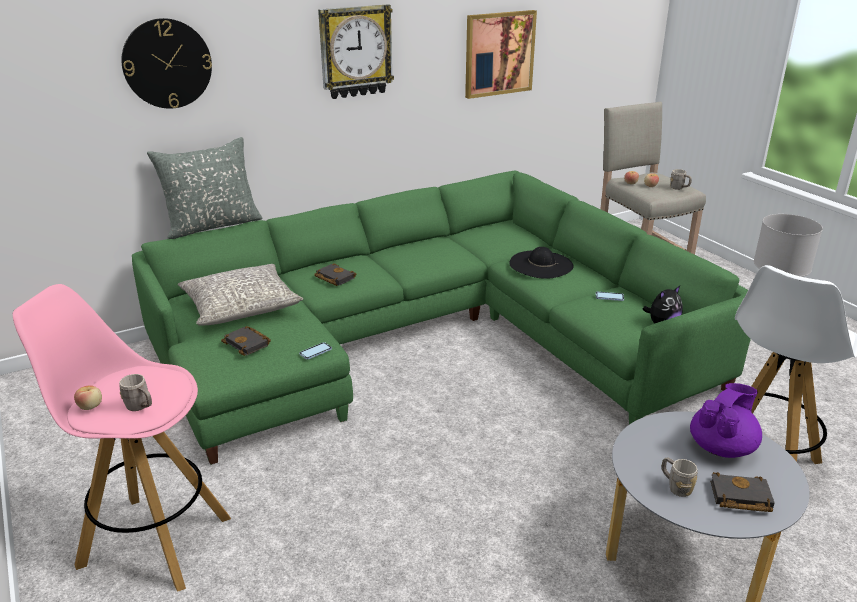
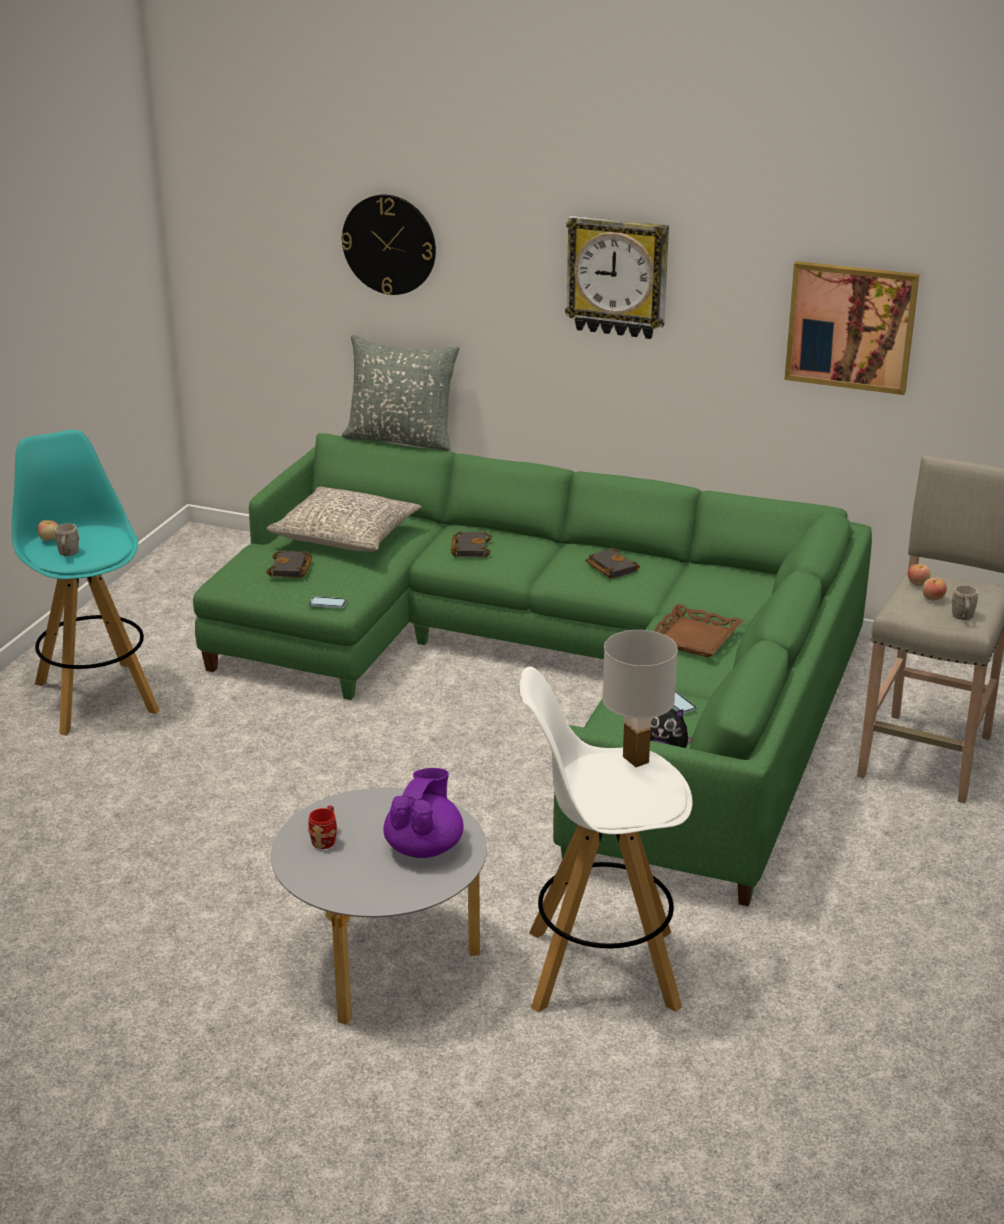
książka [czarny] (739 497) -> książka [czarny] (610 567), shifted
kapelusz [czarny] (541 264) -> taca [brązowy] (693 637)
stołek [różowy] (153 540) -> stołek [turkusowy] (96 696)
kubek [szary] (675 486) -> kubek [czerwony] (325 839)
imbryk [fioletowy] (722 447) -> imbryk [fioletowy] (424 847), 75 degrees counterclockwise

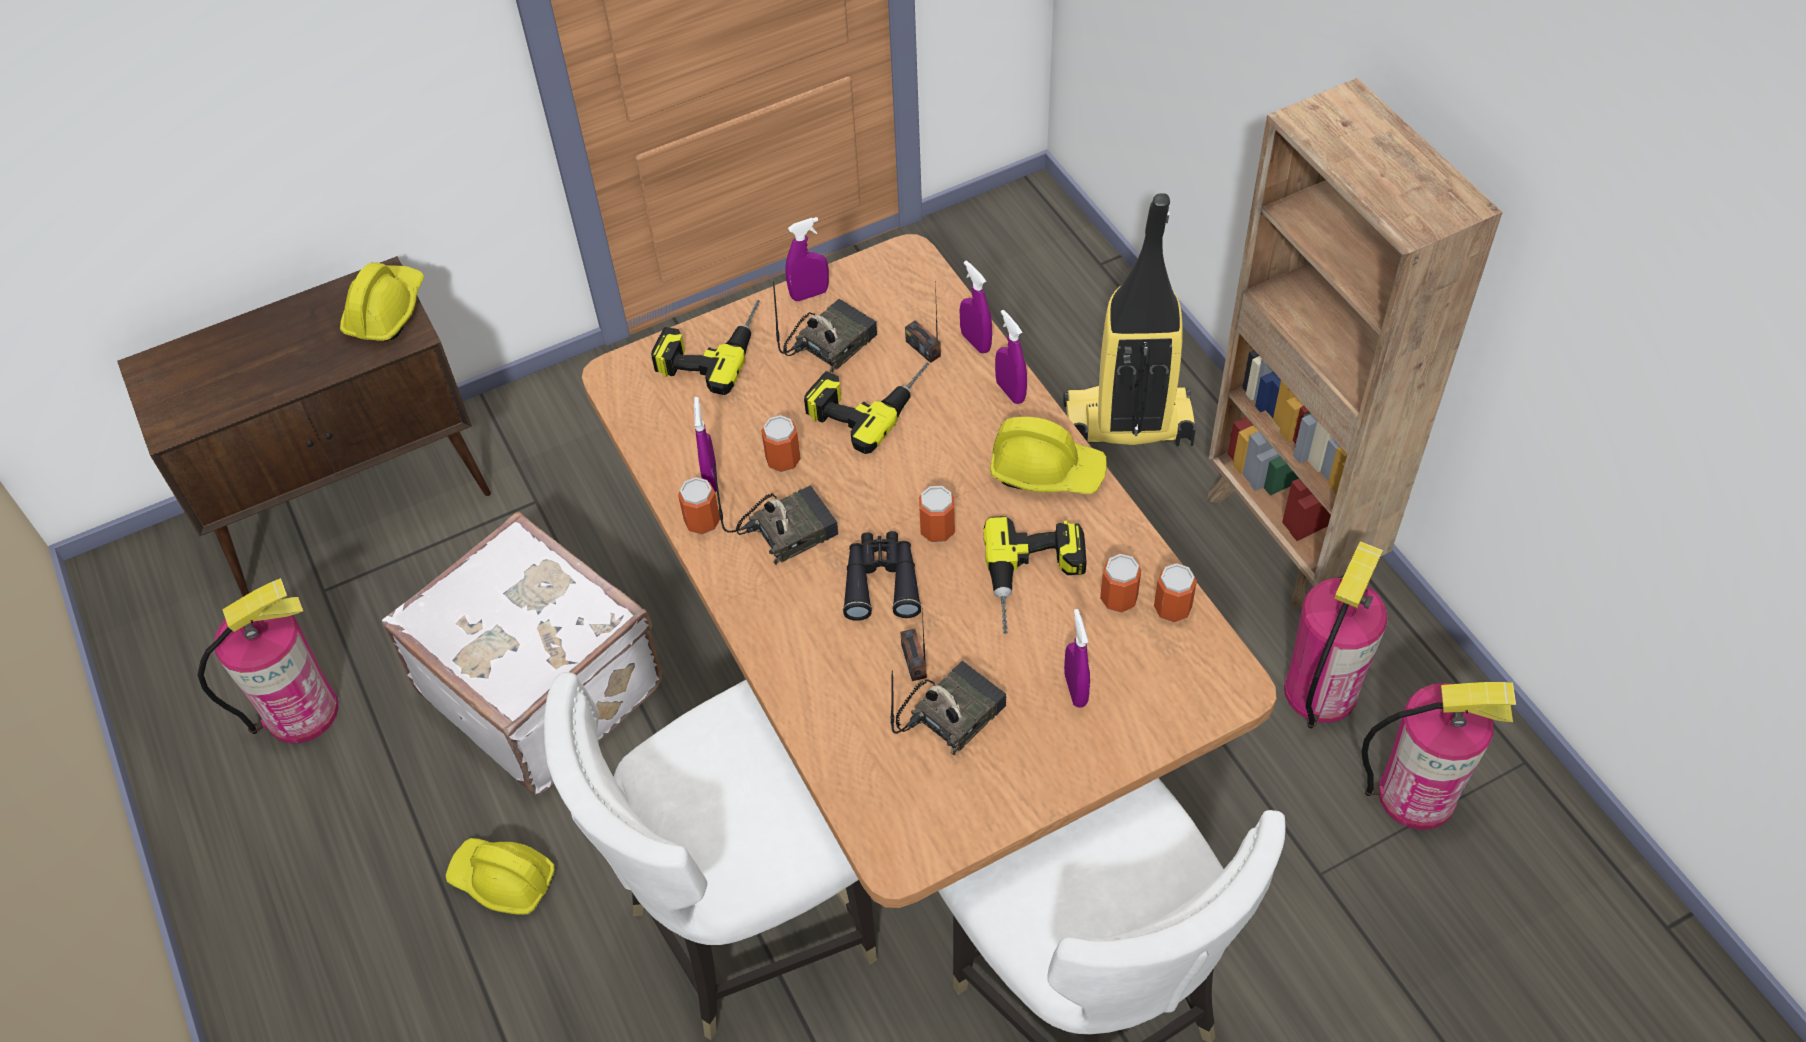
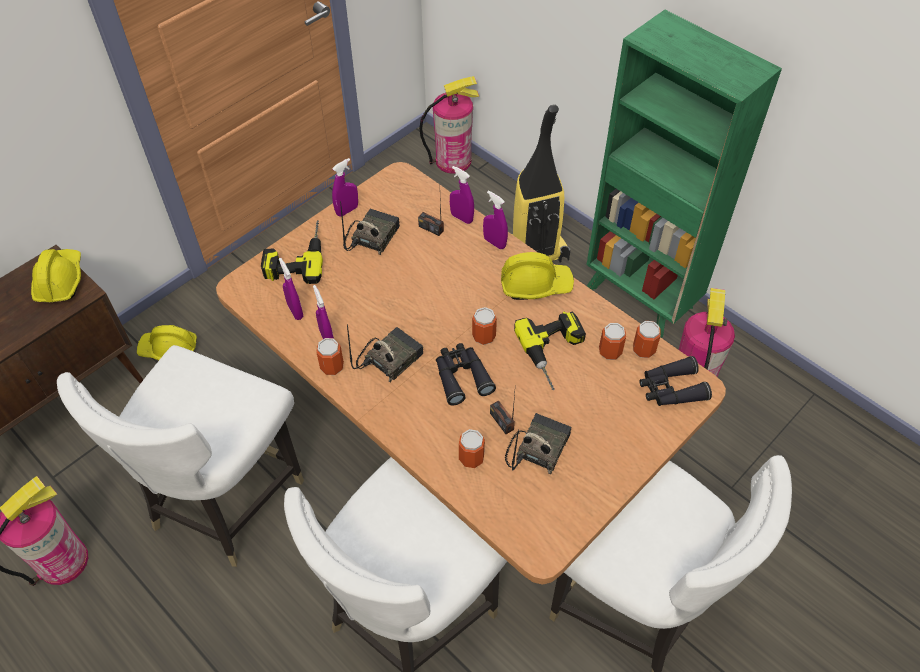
wiertarka (867 399) -> none
none -> lornetka [czarny] (670 389)
kask [żółty] (503 880) -> kask [żółty] (169 349), shifted
puszka (783 460) -> puszka (471 458), shifted
spryskiwacz [fioletowy] (1075 689) -> spryskiwacz [fioletowy] (295 311), shifted
gaśnica (1416 794) -> gaśnica (453 161), shifted
walizka [biały] (544 685) -> krzesło [biały] (224 500)
regał [brązowy] (1290 535) -> regał [zielony] (641 298)

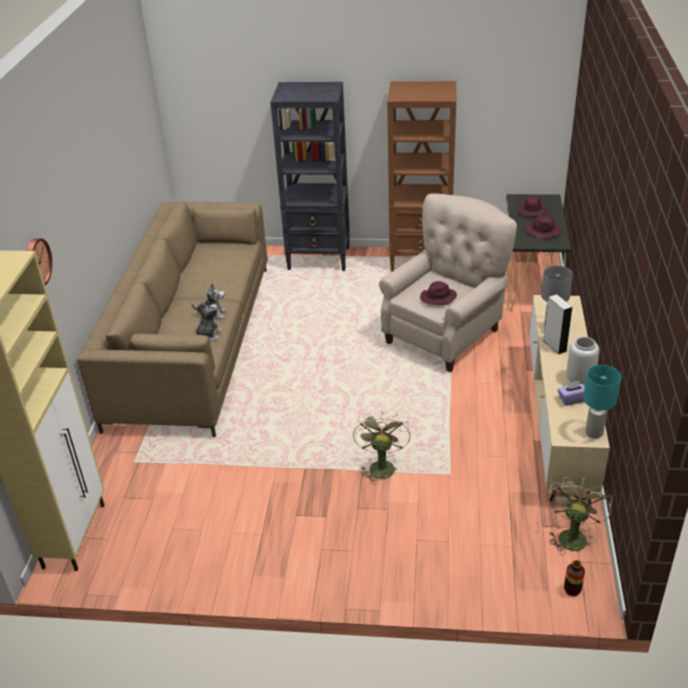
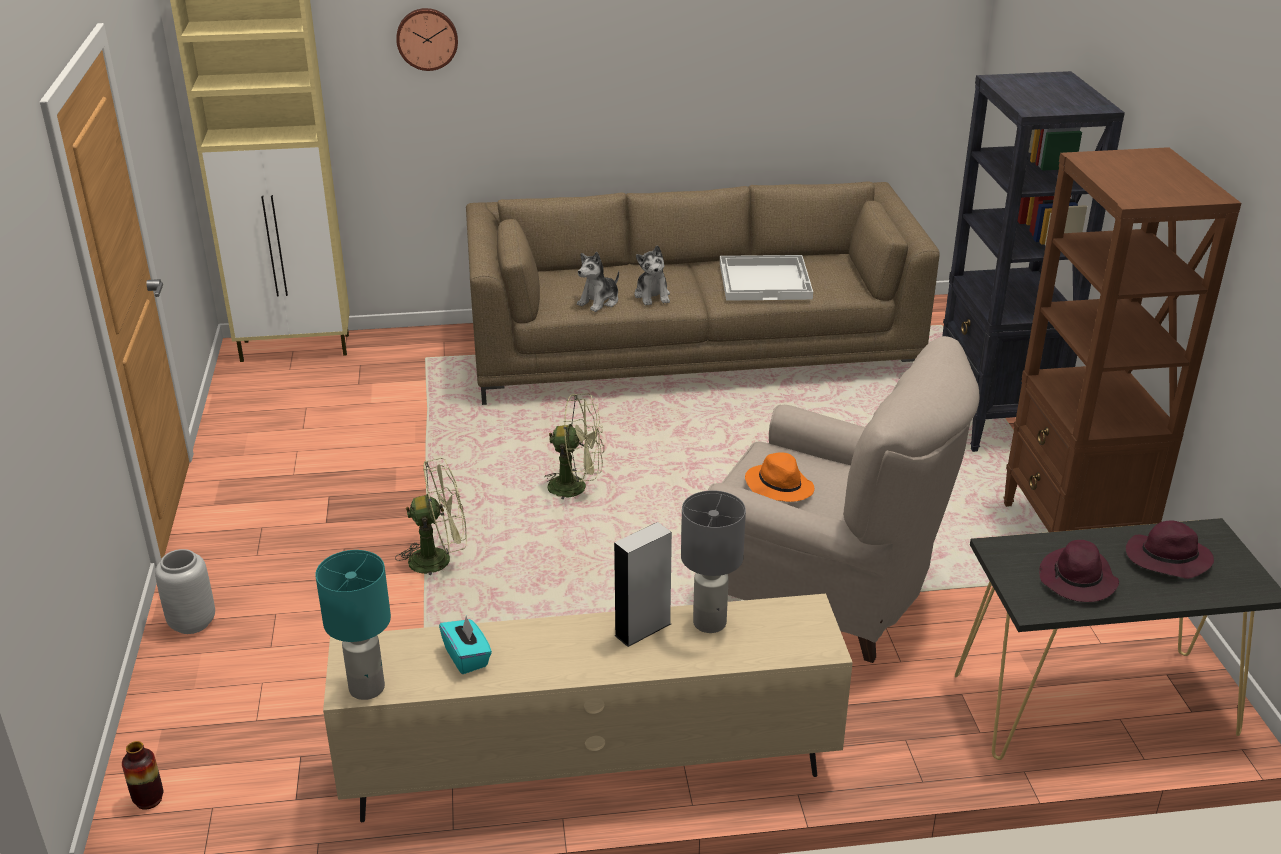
none -> taca [biały] (765 280)
wentylator [zielony] (572 535) -> wentylator [zielony] (576 487), shifted
wazon [szary] (579 380) -> wazon [szary] (192 622), shifted
kapelusz [fioletowy] (437 298) -> kapelusz [pomarańczowy] (778 486)
pudełko chusteczek [fioletowy] (572 399) -> pudełko chusteczek [turkusowy] (467 657)
pluszak (208 335) -> pluszak (599 301), 120 degrees clockwise

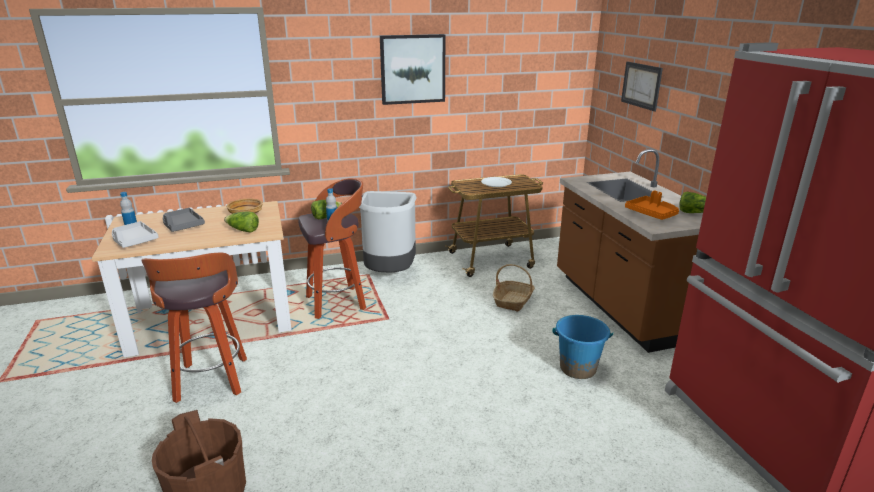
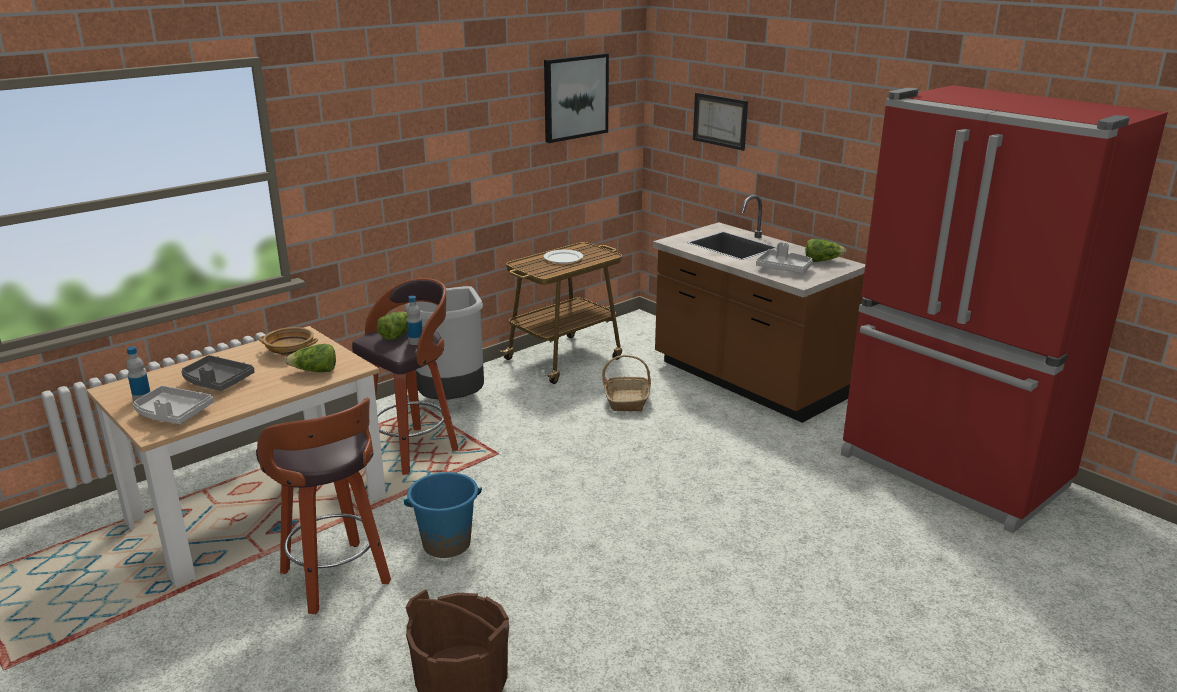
obraz (412 69) -> obraz (575 97), shifted
wiadro [niebieski] (577 368) -> wiadro [niebieski] (446 544), shifted
taca [pomarańczowy] (651 214) -> taca [szary] (784 268)

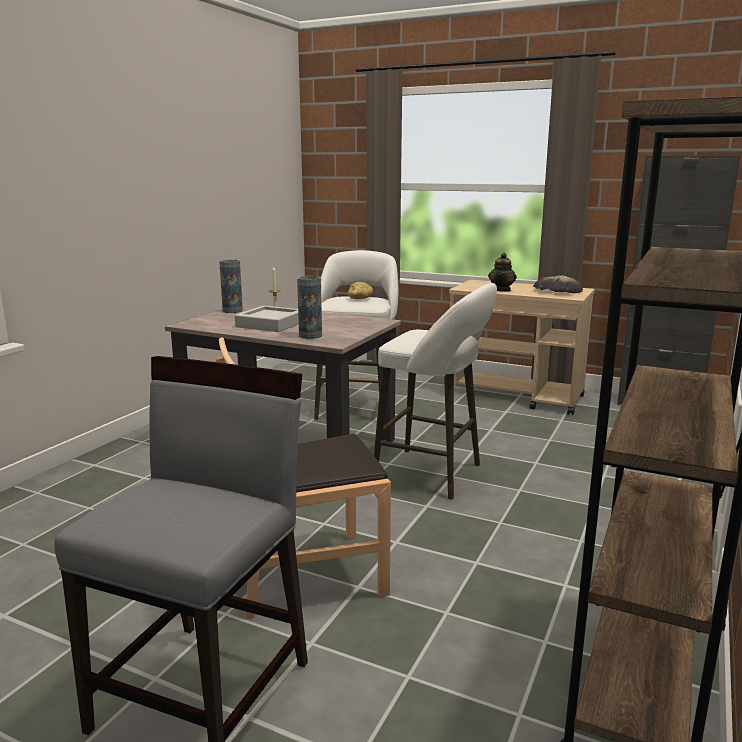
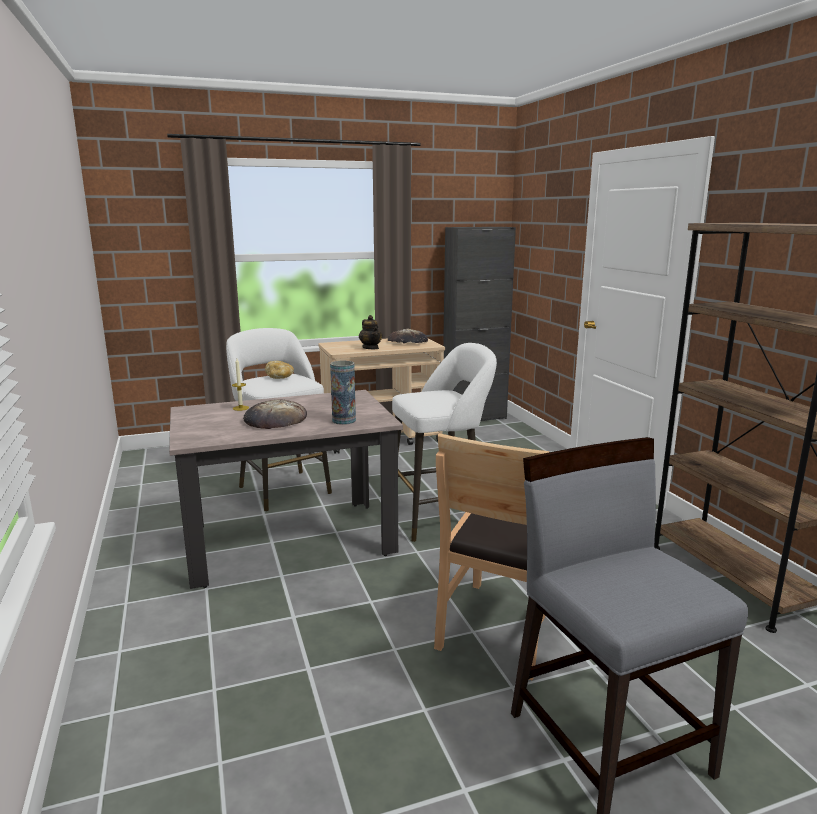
wazon (232 311) -> none
taca [szary] (270 324) -> chleb (275 420)

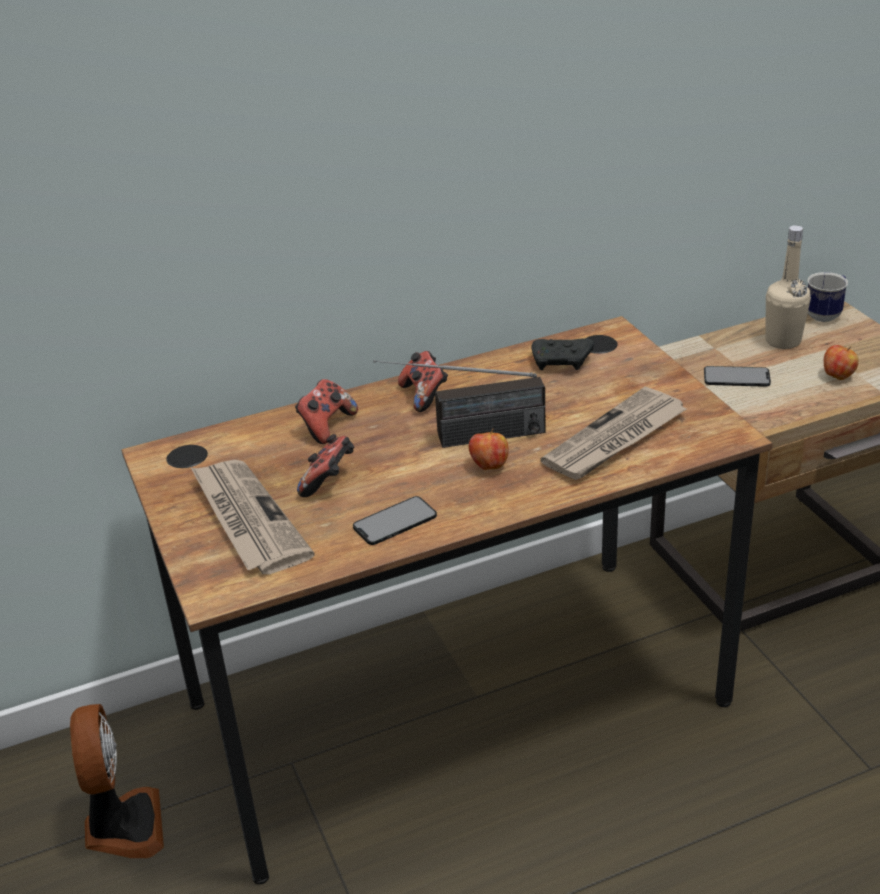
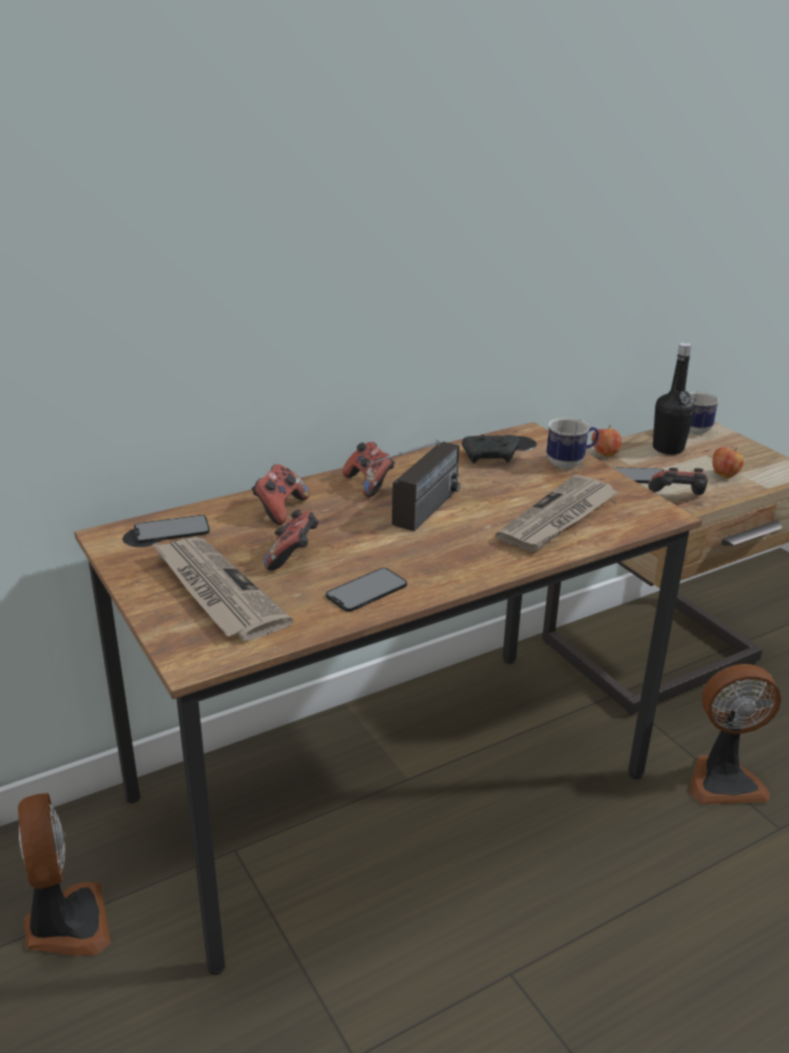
none -> telefon (172 530)
none -> kubek (570 463)
none -> pad do gier (677 498)
none -> wentylator (723 780)
jabłko (489 466) -> jabłko (604 454), shifted
butelka [beżowy] (783 341) -> butelka [czarny] (668 448)
radio (463 439) -> radio (416 519), 45 degrees counterclockwise

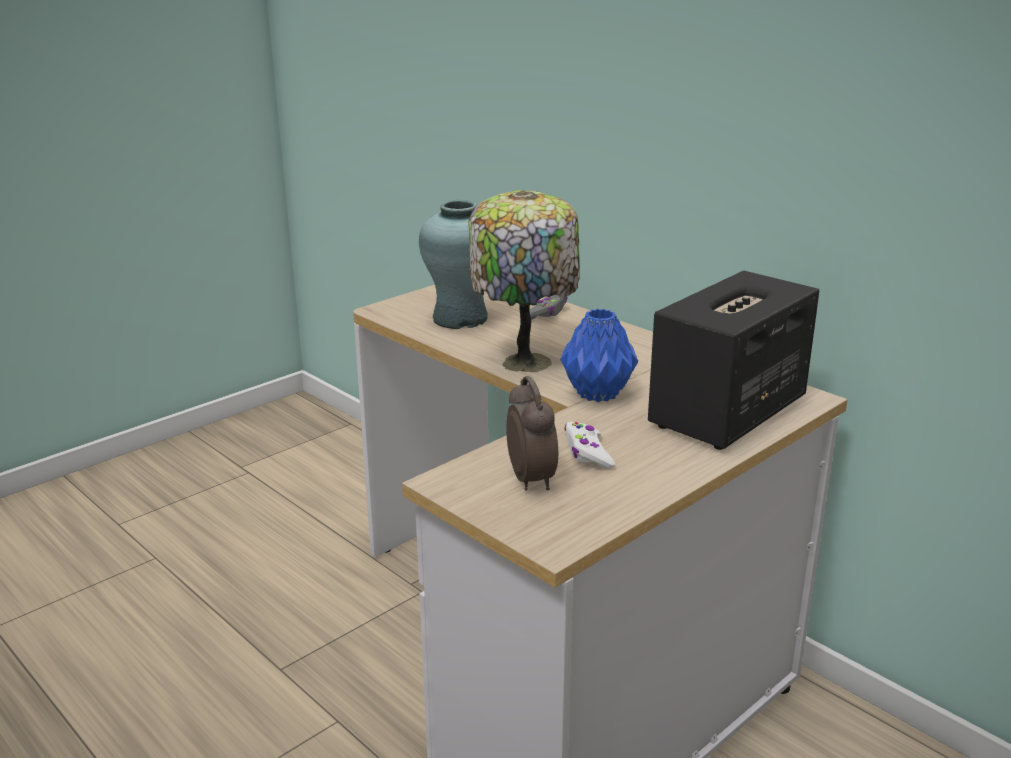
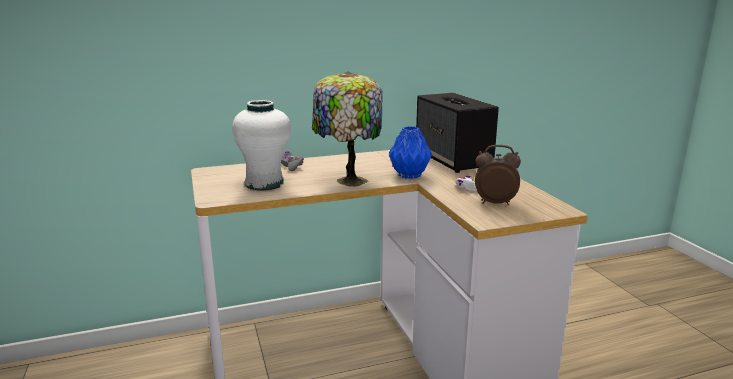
wazon [turkusowy] (461 318) -> wazon [biały] (264 183)

